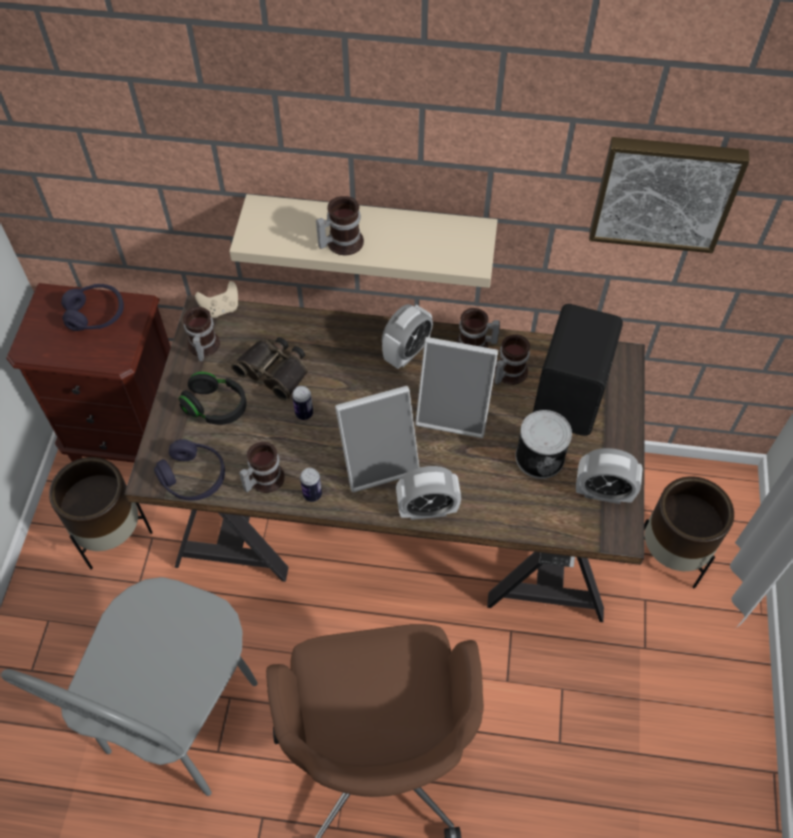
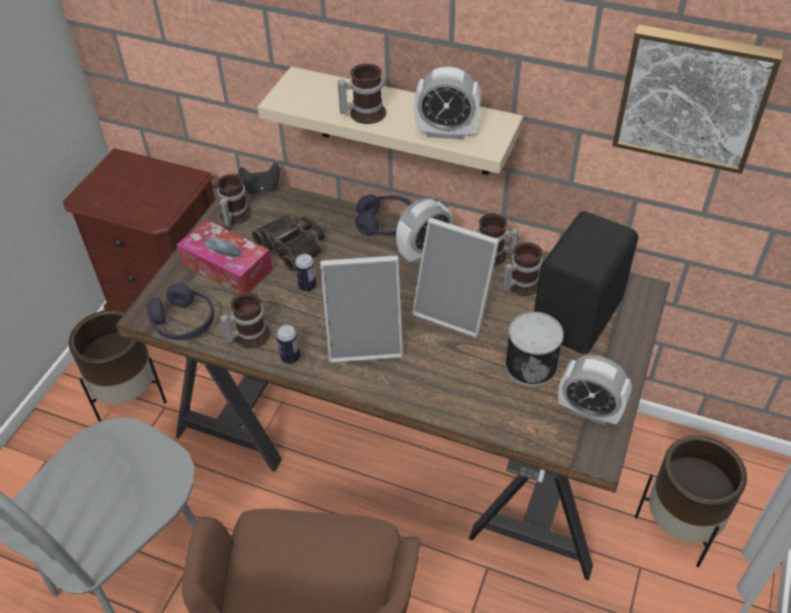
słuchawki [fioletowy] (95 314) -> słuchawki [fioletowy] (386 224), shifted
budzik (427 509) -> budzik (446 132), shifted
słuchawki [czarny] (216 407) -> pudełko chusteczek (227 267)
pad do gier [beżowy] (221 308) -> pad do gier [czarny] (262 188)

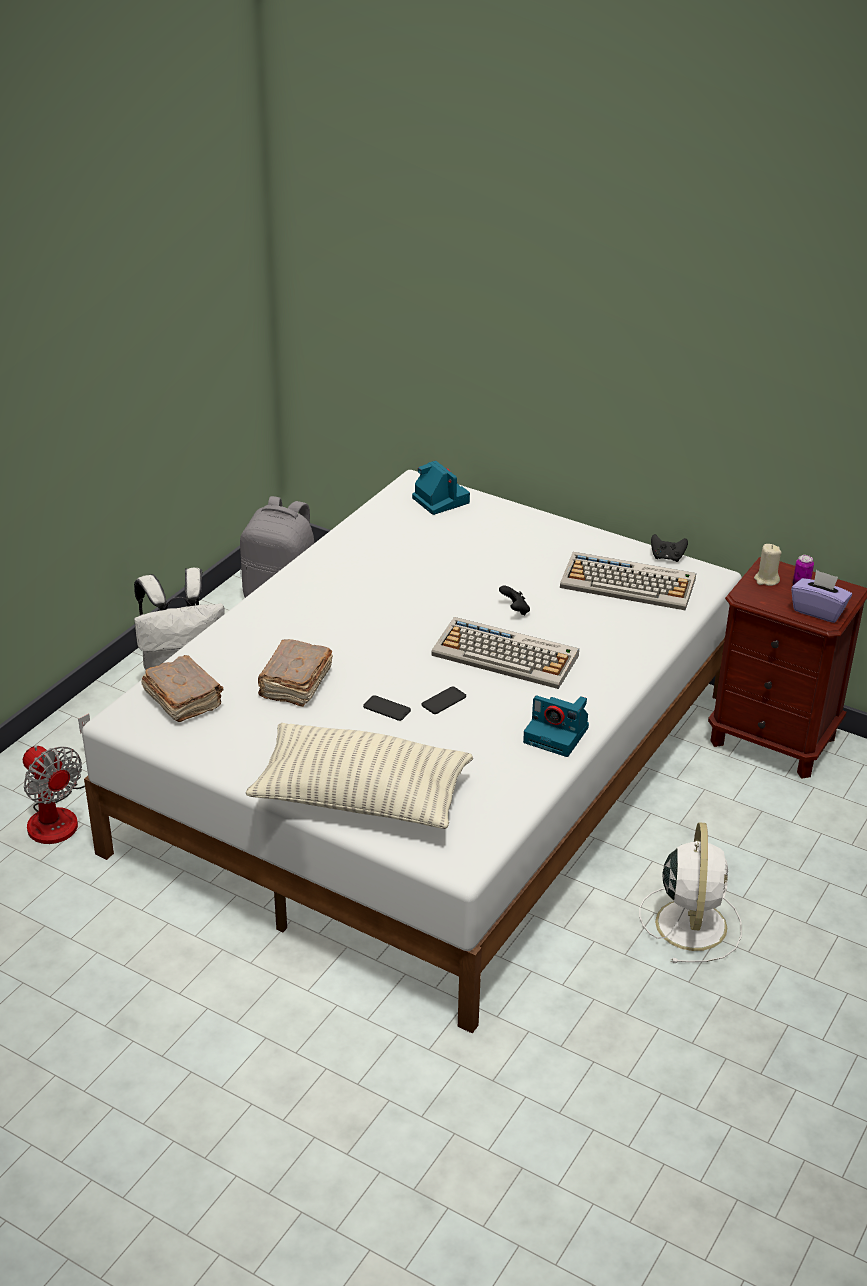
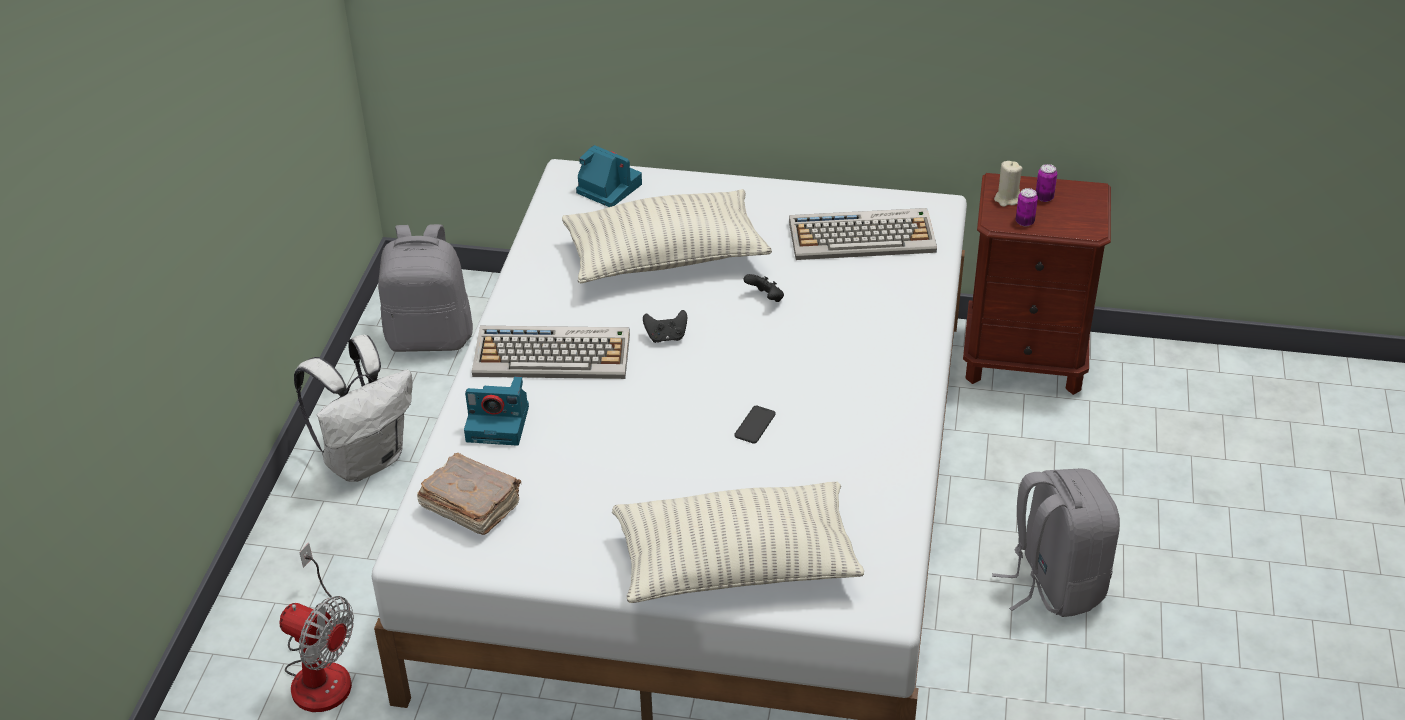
książka [brązowy] (295 684) -> none
telefon (387 708) -> none
pudełko chusteczek [fioletowy] (818 611) -> none
none -> poduszka (665 258)
none -> puszka (1024 222)
klawiatura (506 655) -> klawiatura (553 354), shifted
aparat fotograficzny (557 735) -> aparat fotograficzny (499 423), shifted
pad do gier [czarny] (667 557) -> pad do gier [czarny] (666 337), shifted
wentylator [biały] (691 922) -> plecak [szary] (1053 583)

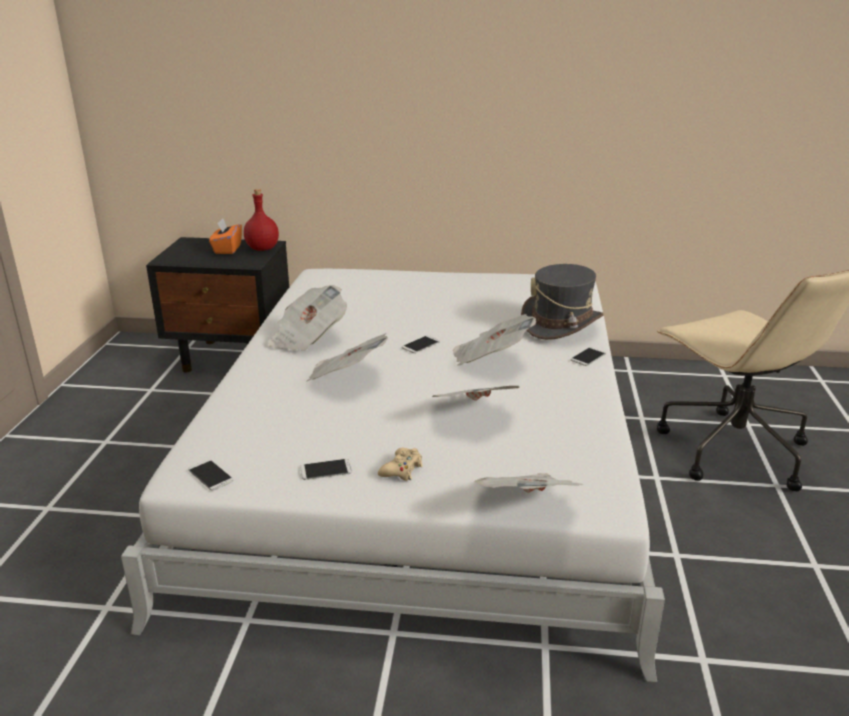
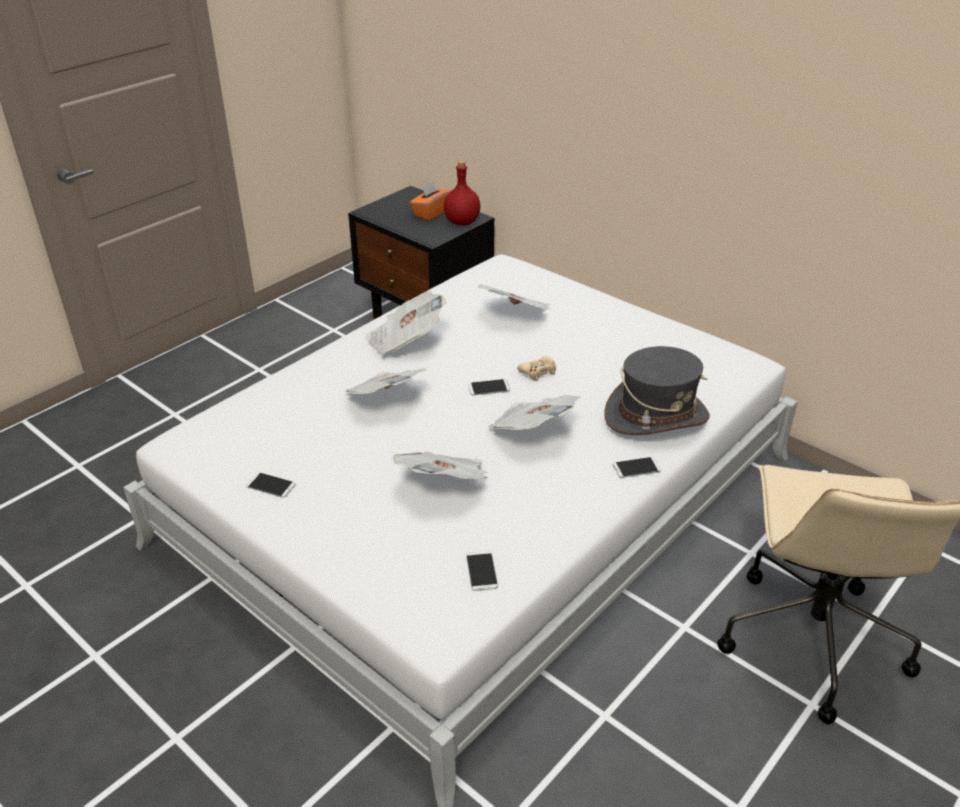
telefon (210 475) -> telefon (481 571), shifted
pad do gier [beżowy] (402 470) -> pad do gier [beżowy] (538 372), shifted
gazeta (527 505) -> gazeta (517 315), shifted

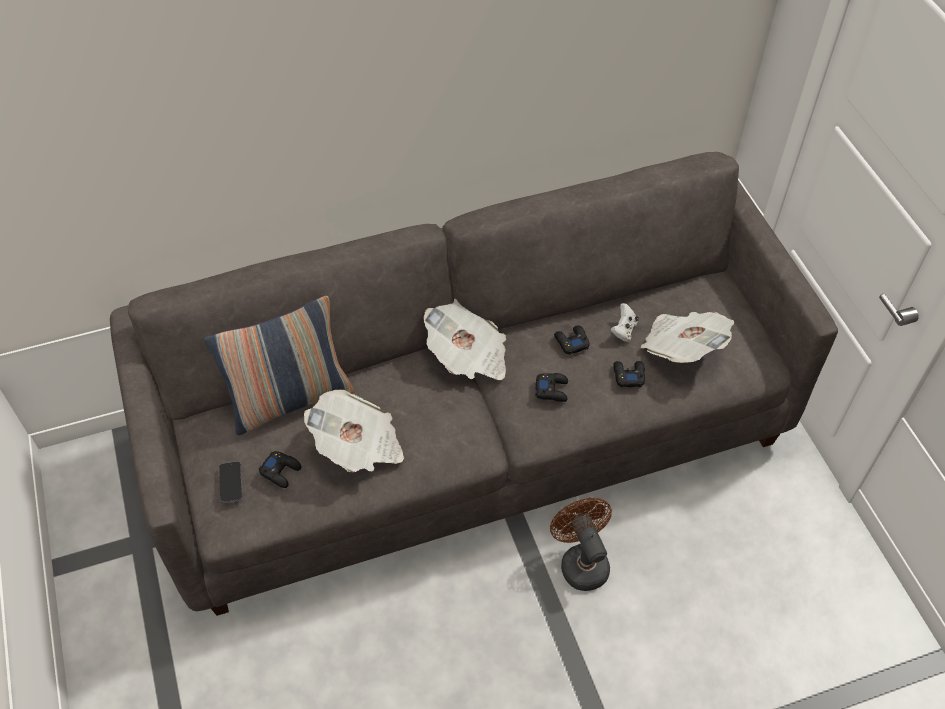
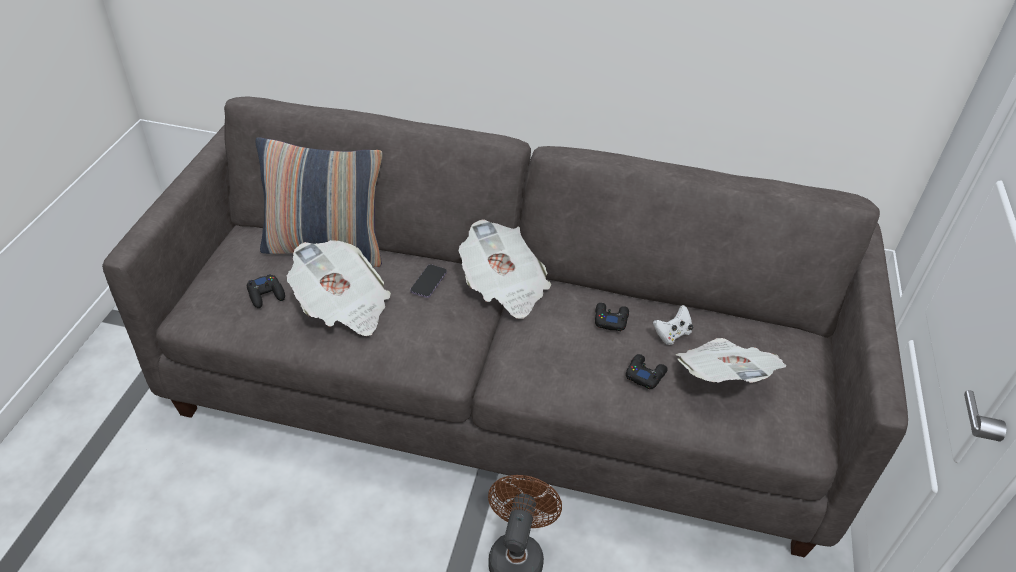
pad do gier [czarny] (552 390) -> none
telefon (230 483) -> telefon (428 282), shifted

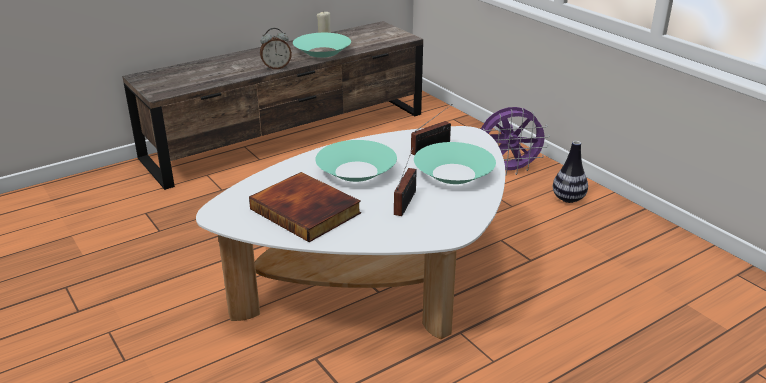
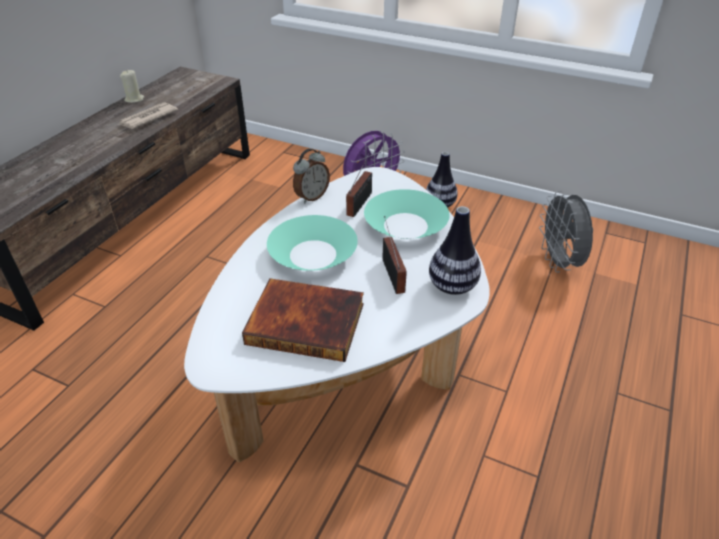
none -> wazon (452 286)
none -> wentylator [szary] (559 263)
budzik (276 67) -> budzik (311 197), shifted
miska [turkusowy] (322 52) -> gazeta (147 118)

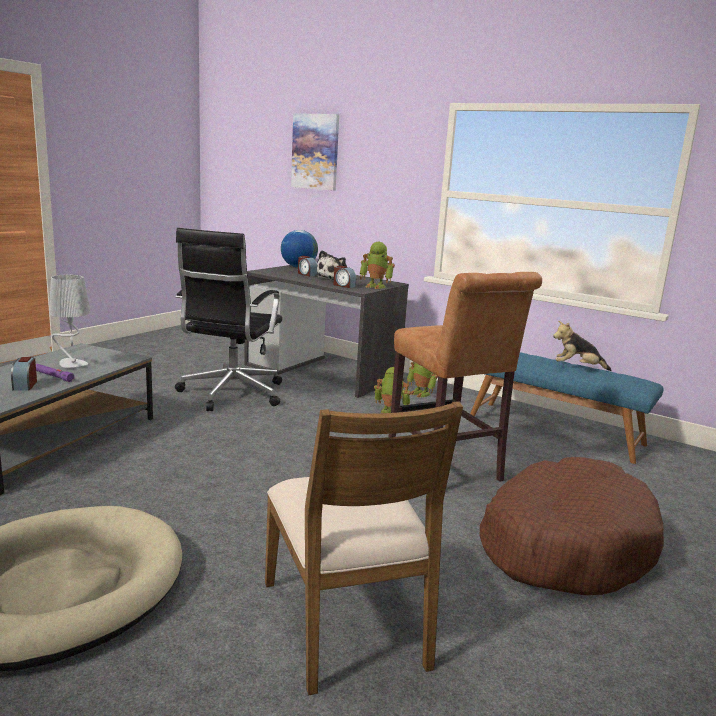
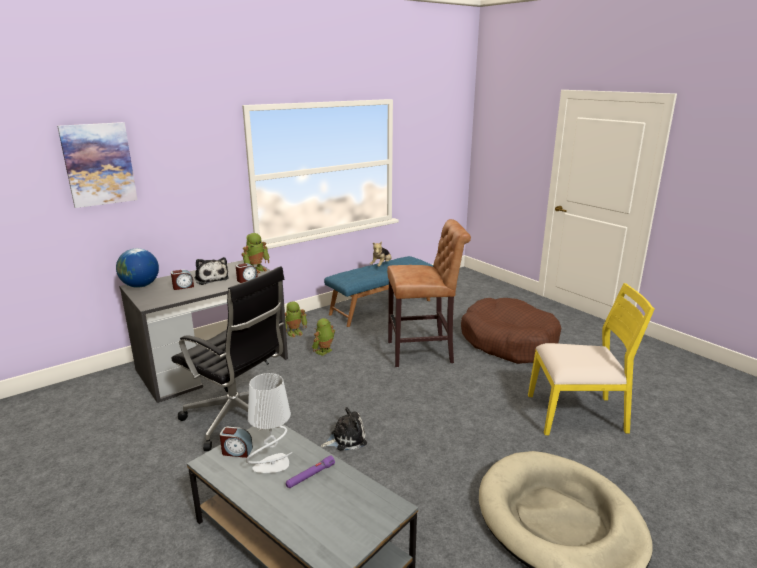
none -> pluszak (346 439)
budzik (25 385) -> budzik (236 451), shifted
krzesło [brązowy] (347 623) -> krzesło [żółty] (577 414)

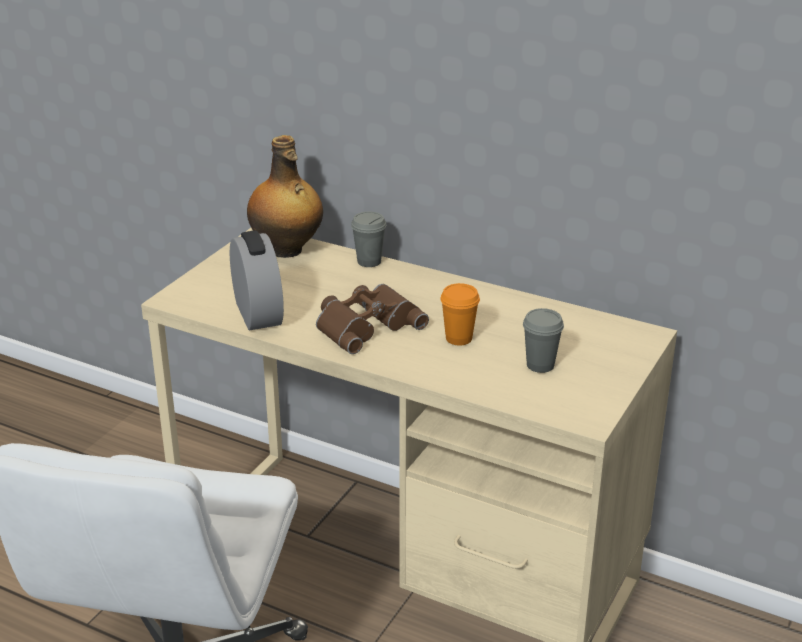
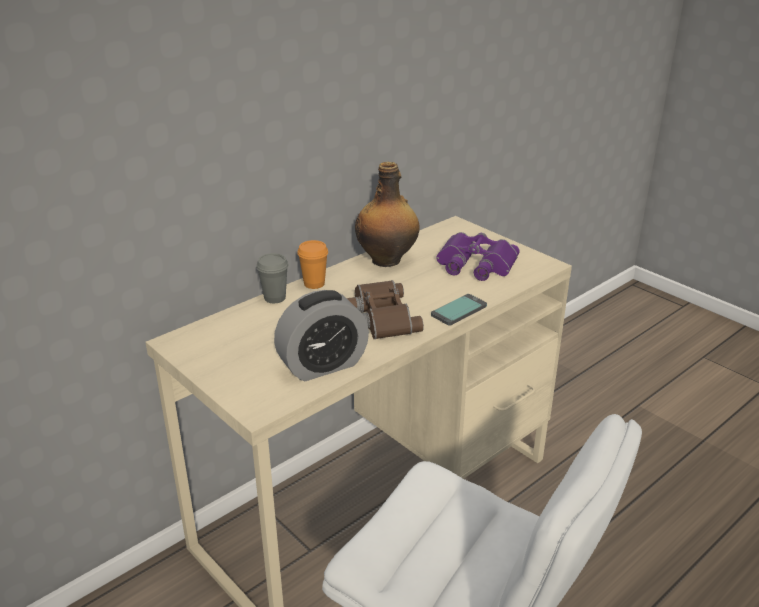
none -> telefon (458 310)
butelka (286 250) -> butelka (387 260), shifted
filiżanka [pomarańczowy] (459 338) -> filiżanka [pomarańczowy] (314 284), shifted
filiżanka [szary] (540 365) -> lornetka [fioletowy] (474 265)
budzik (258 313) -> budzik (323 365), 150 degrees clockwise

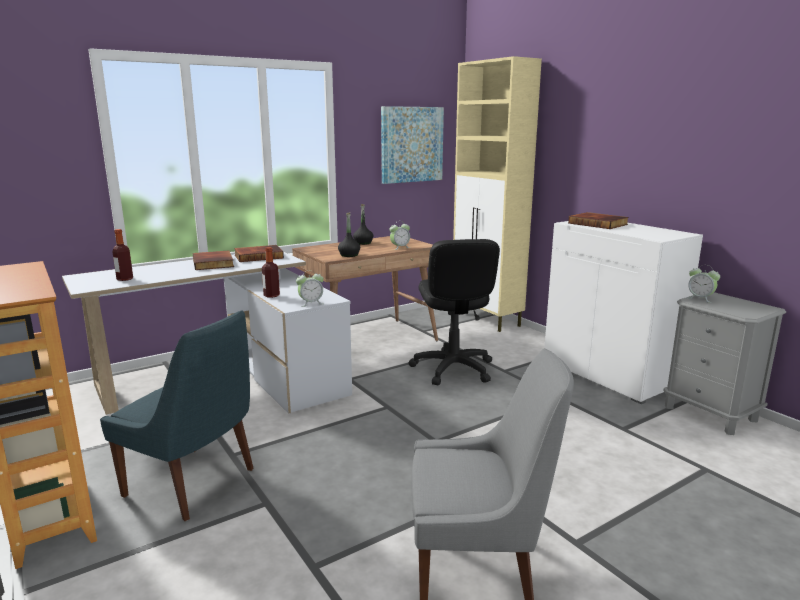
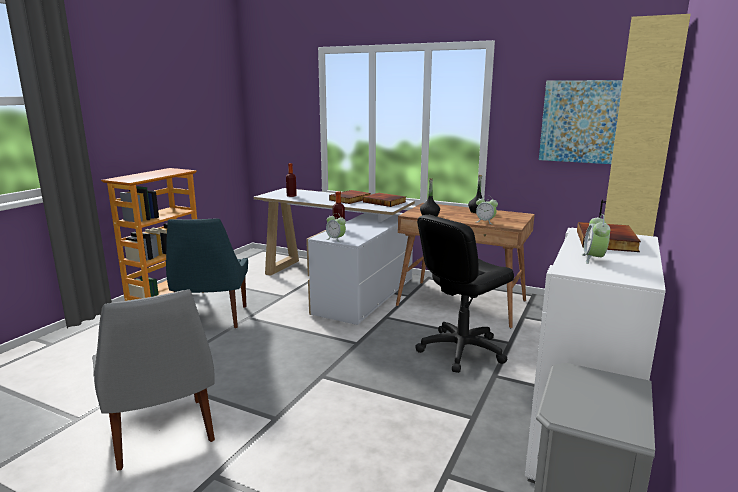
budzik (700 299) -> budzik (593 259), shifted

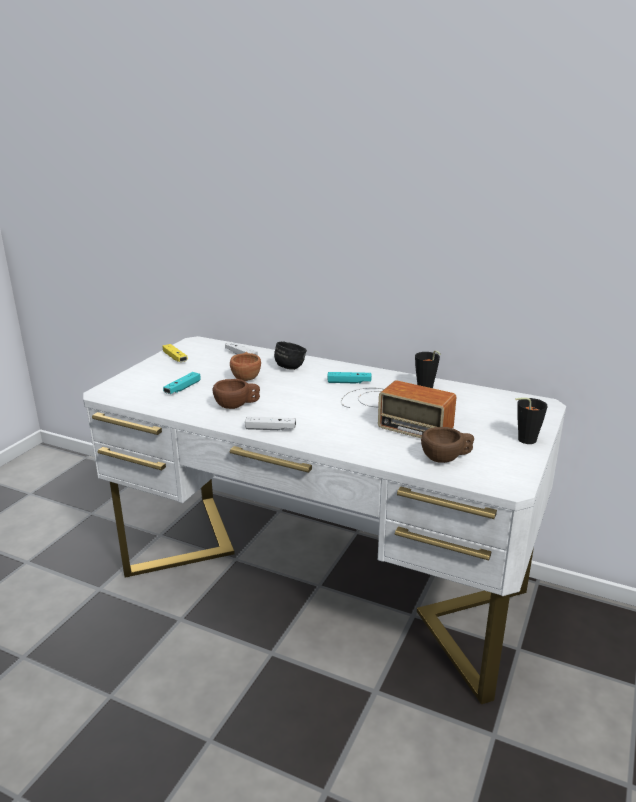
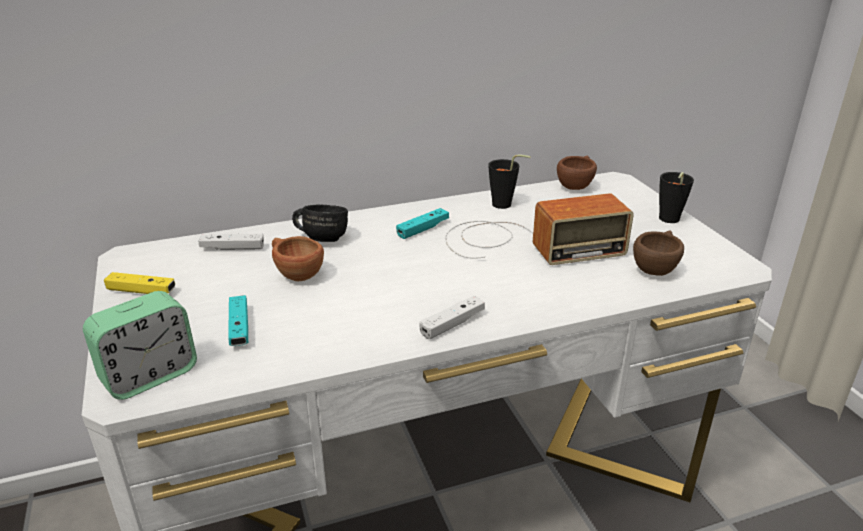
none -> budzik (149 376)
filiżanka [brązowy] (237 406) -> filiżanka [brązowy] (576 185), shifted

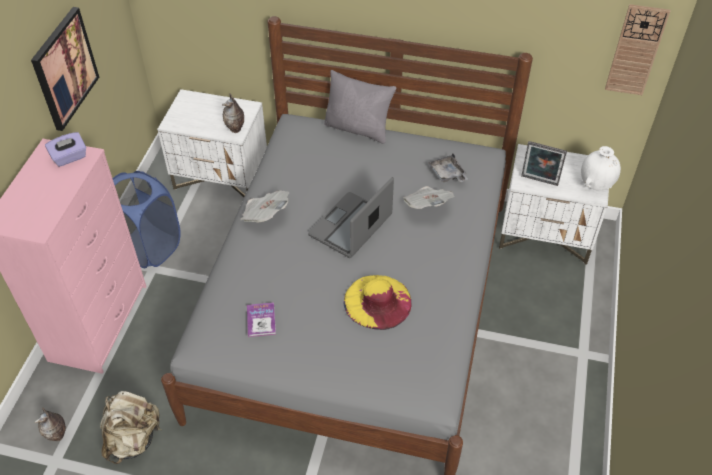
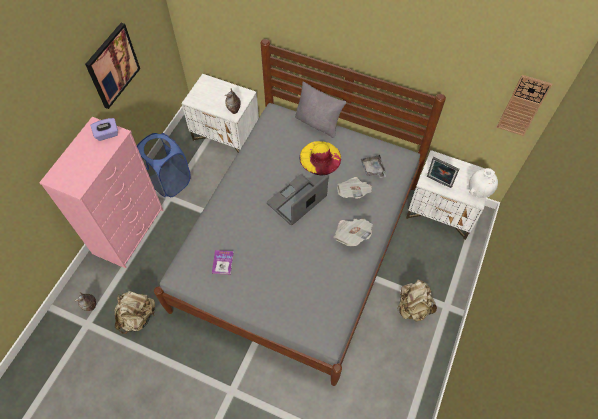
none -> plecak [beżowy] (413 307)
gazeta (265 215) -> gazeta (351 235), shifted
kapelusz [żółty] (377 301) -> kapelusz [żółty] (320 158), shifted

